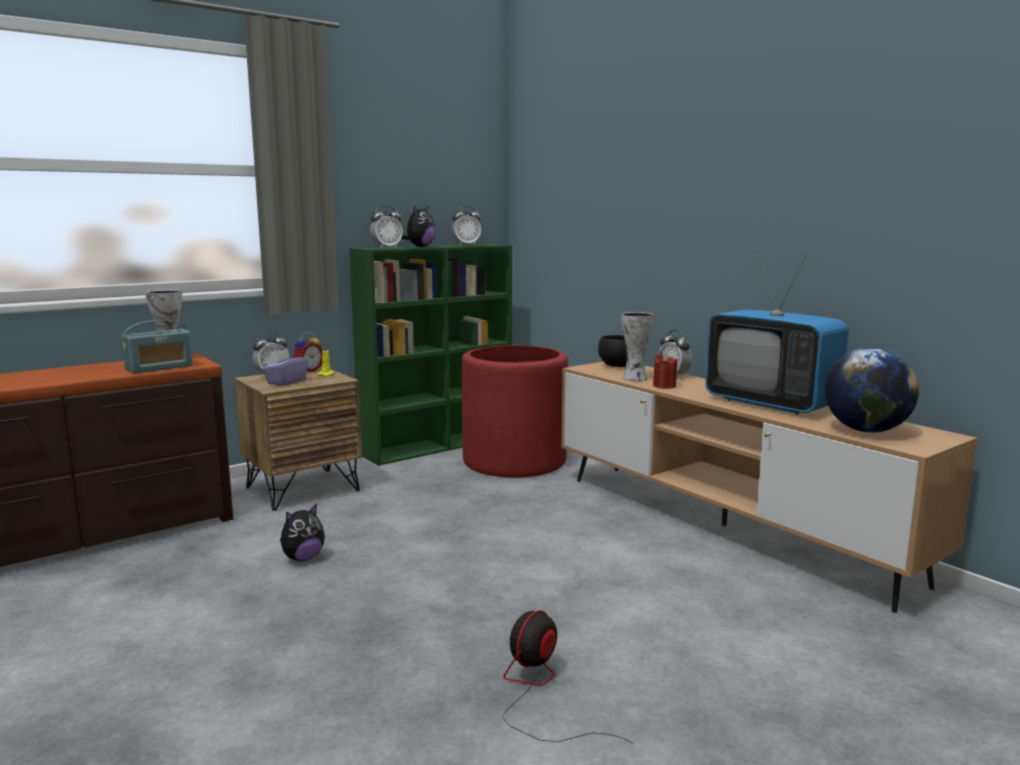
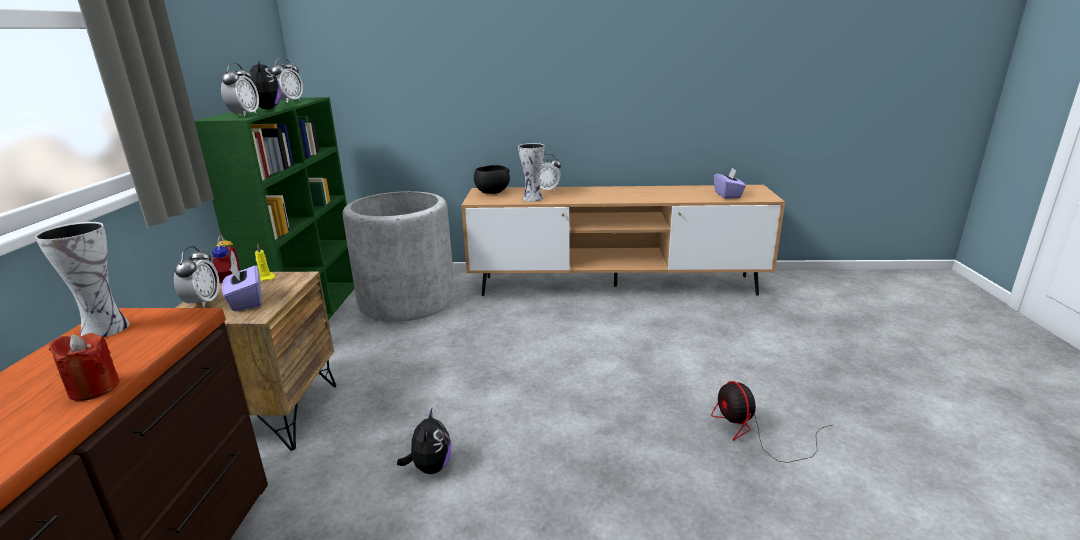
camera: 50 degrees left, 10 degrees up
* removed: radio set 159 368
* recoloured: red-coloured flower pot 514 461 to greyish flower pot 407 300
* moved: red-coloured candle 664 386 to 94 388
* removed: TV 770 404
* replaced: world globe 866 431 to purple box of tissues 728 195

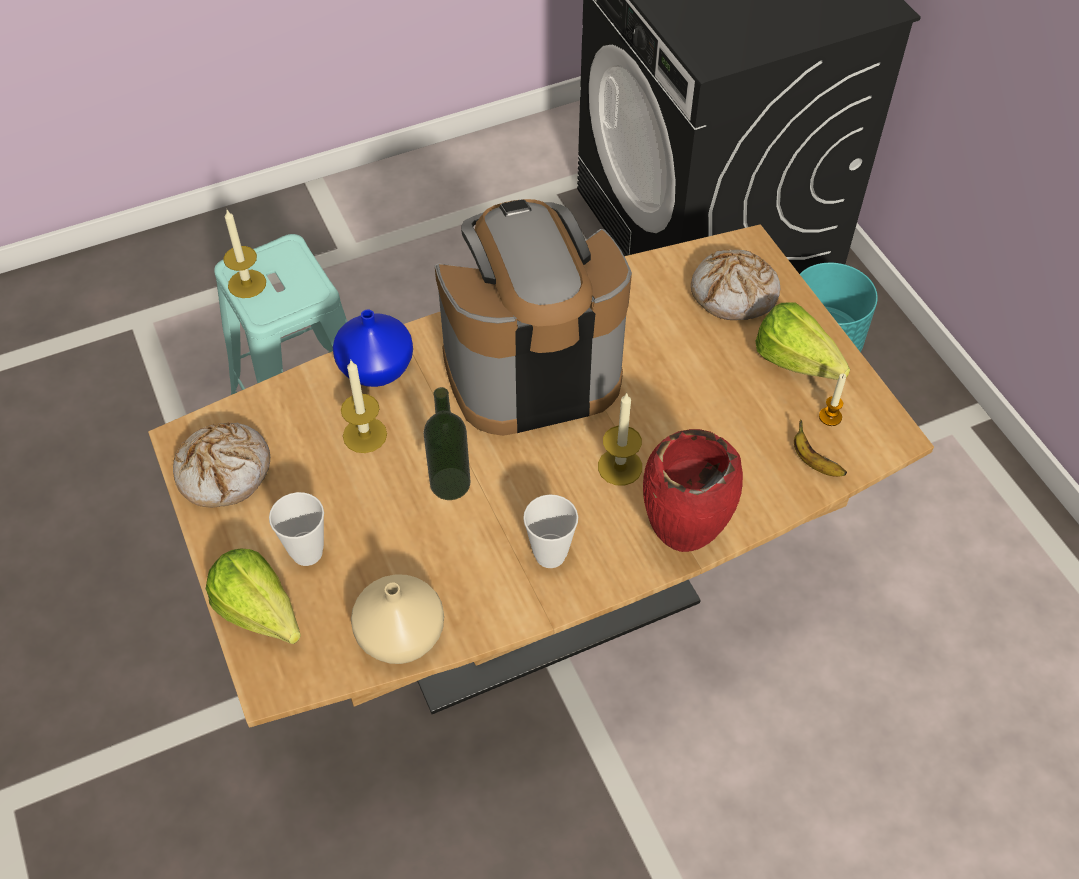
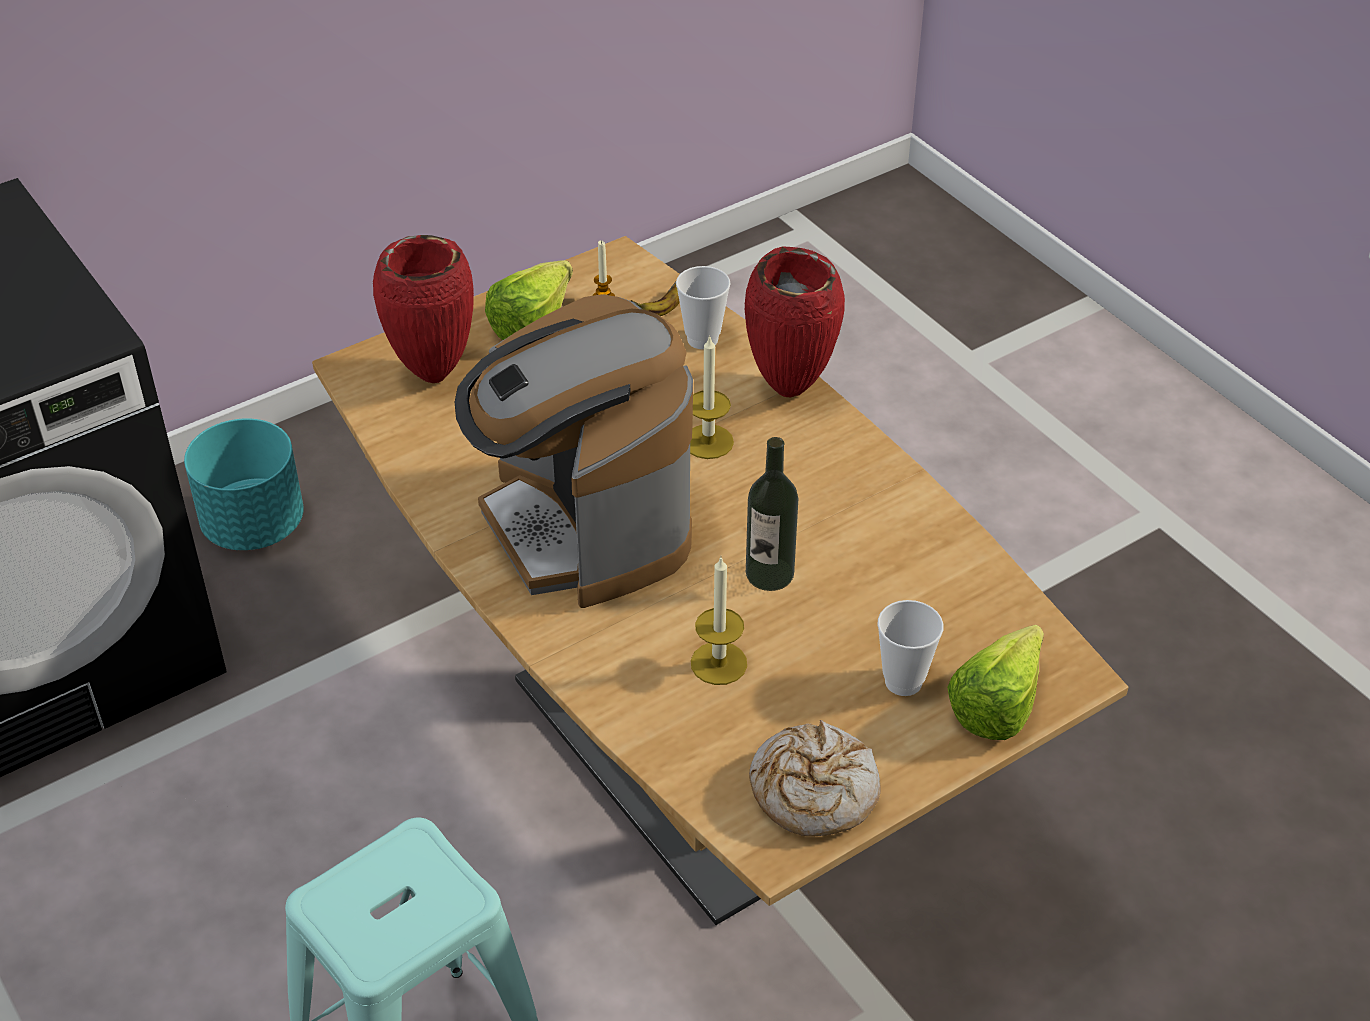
camera: 100 degrees left, 10 degrees down
* removed: candle 247 284
* removed: blue-coloured vase 374 368
* removed: beige vase 402 637
* moved: drinking cup 550 555 to 702 339
* replaced: bread 734 293 to red-coloured vase 433 374

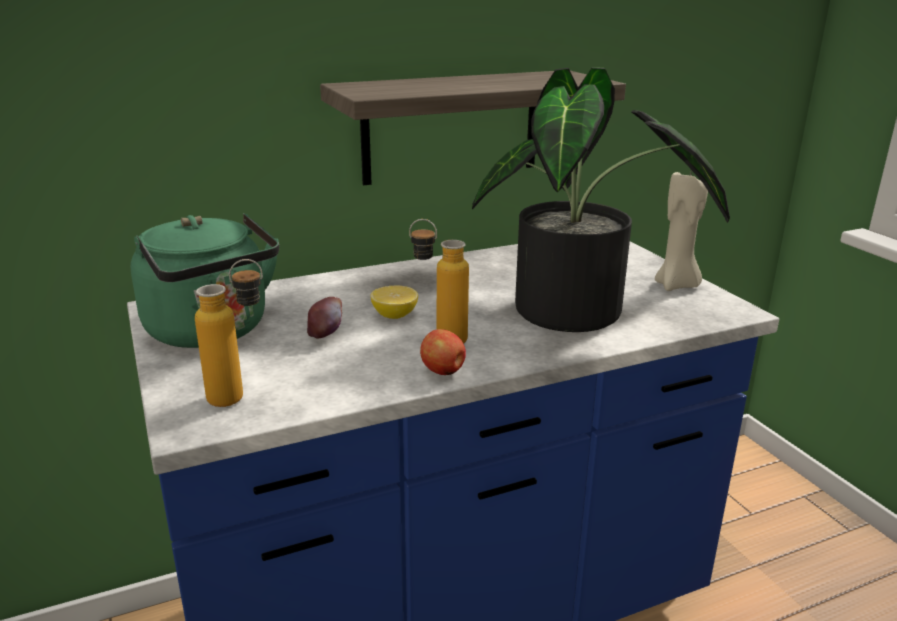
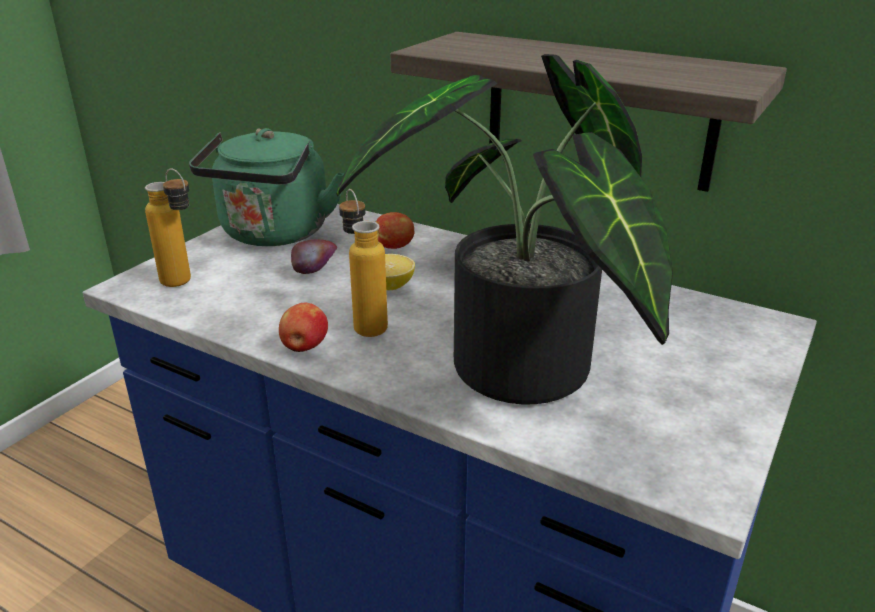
camera: 55 degrees right, 5 degrees up
* removed: beige candle 676 286
* added: whole apple 395 246

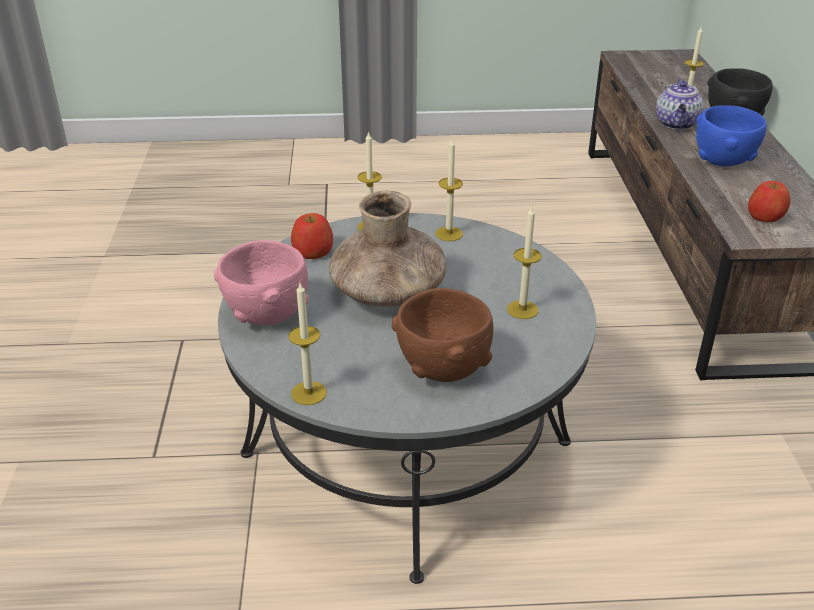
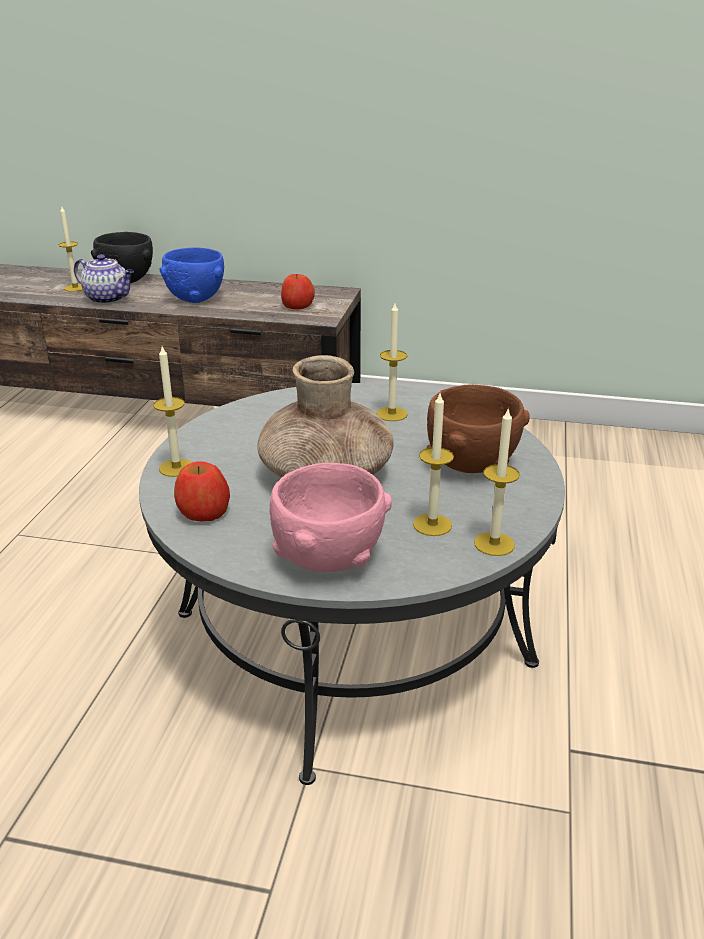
camera: 75 degrees left, 5 degrees down
* moved: candle 449 234 to 432 525

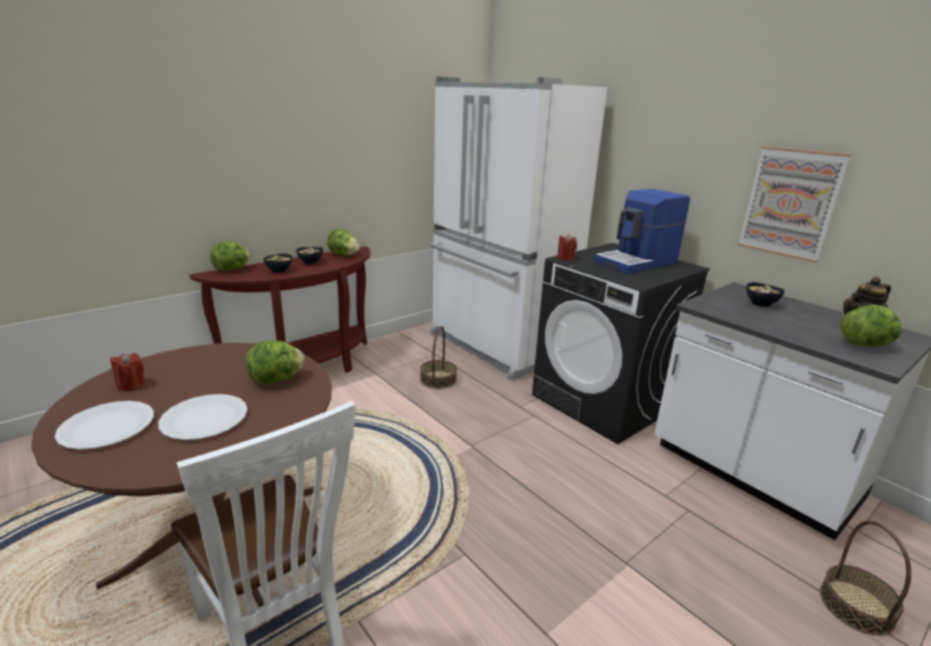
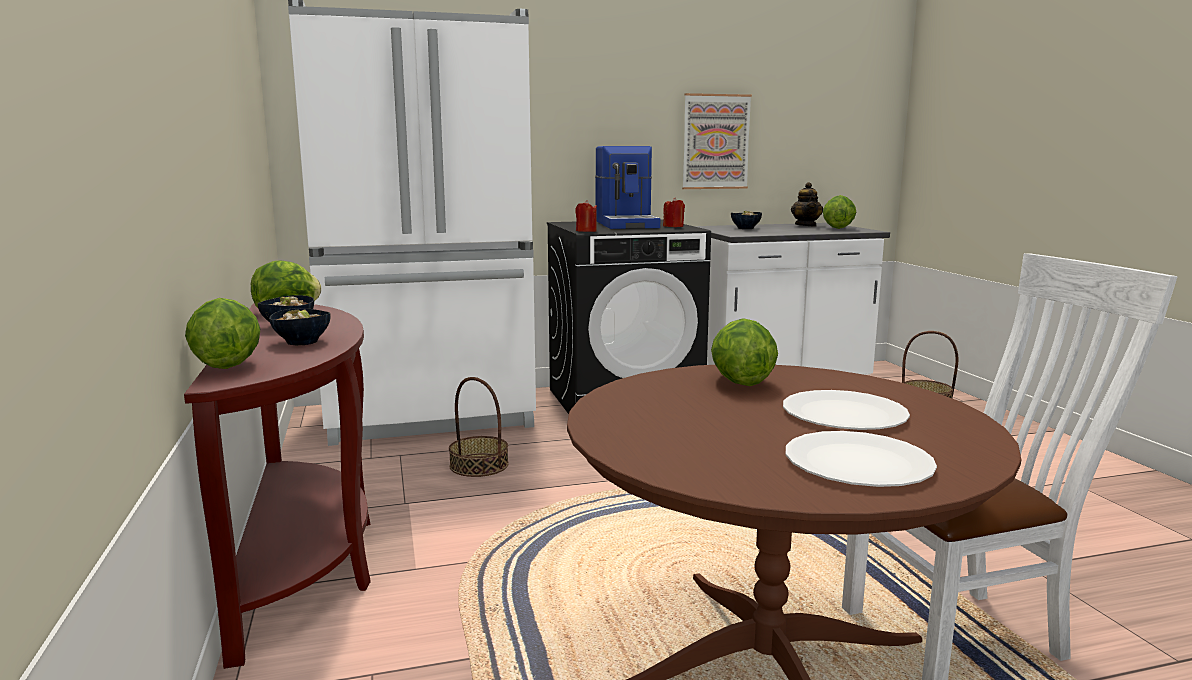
camera: 65 degrees left, 10 degrees down
* moved: red-coloured candle 131 385 to 673 226

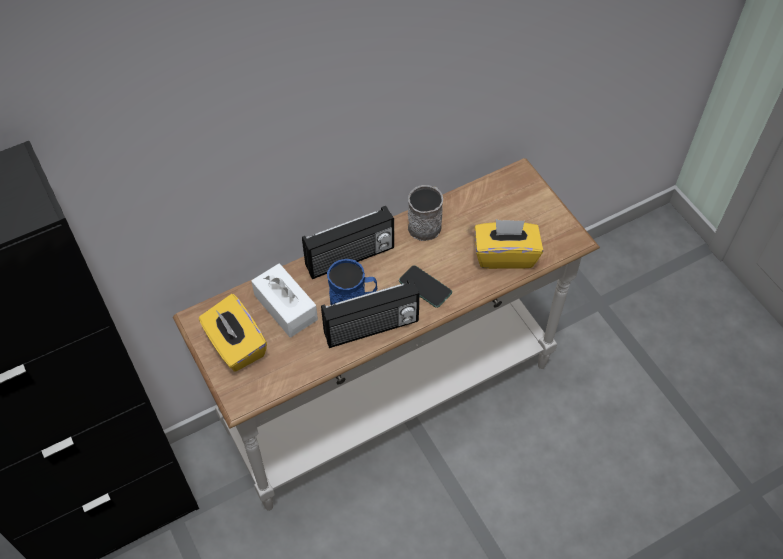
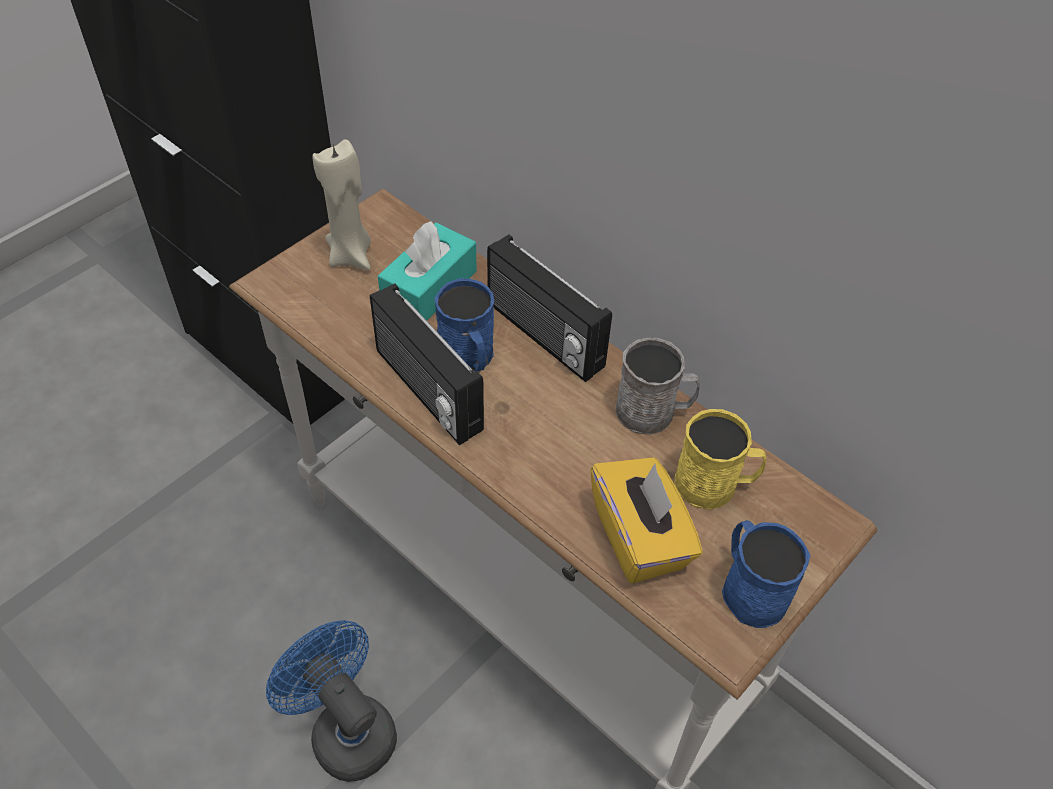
camera: 70 degrees right, 5 degrees down
* replaced: yellow box of tissues 235 345 to beige candle 351 255
* recoloured: white box of tissues 285 307 to turquoise-coloured box of tissues 429 288
* removed: telephone 425 287
* added: blue-coloured electric fan 345 729
* added: yellow tea mug 714 484
* added: blue-coloured tea mug 749 588

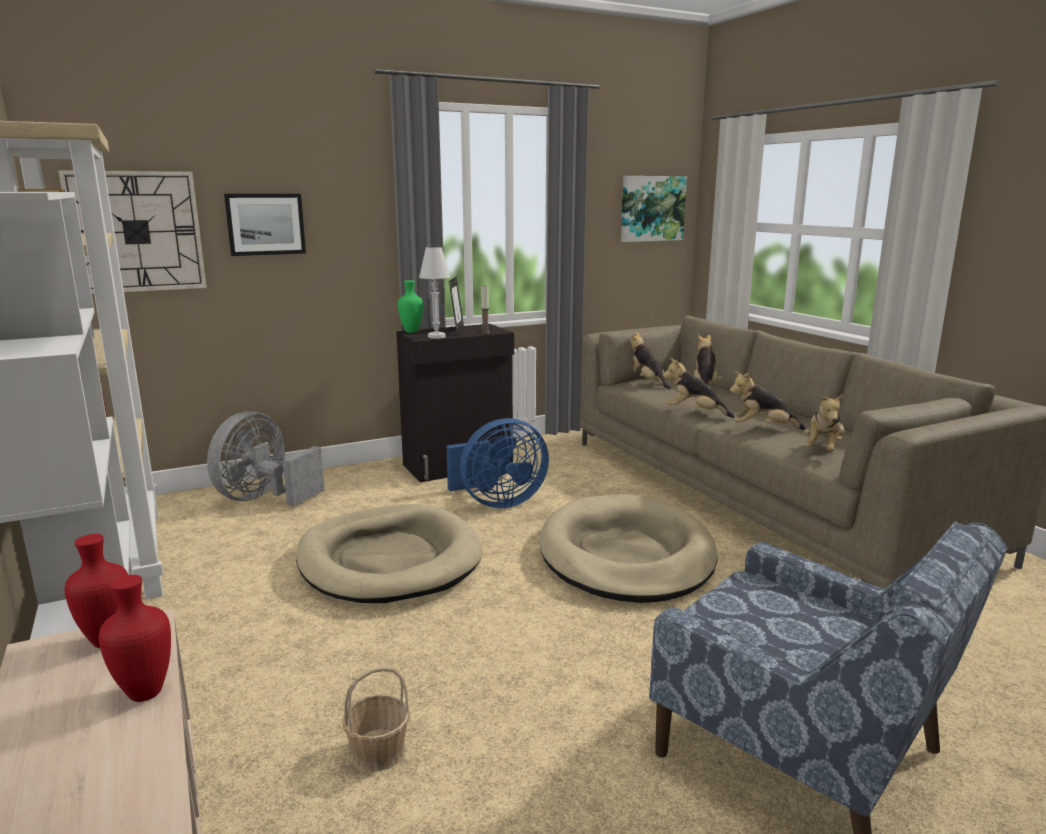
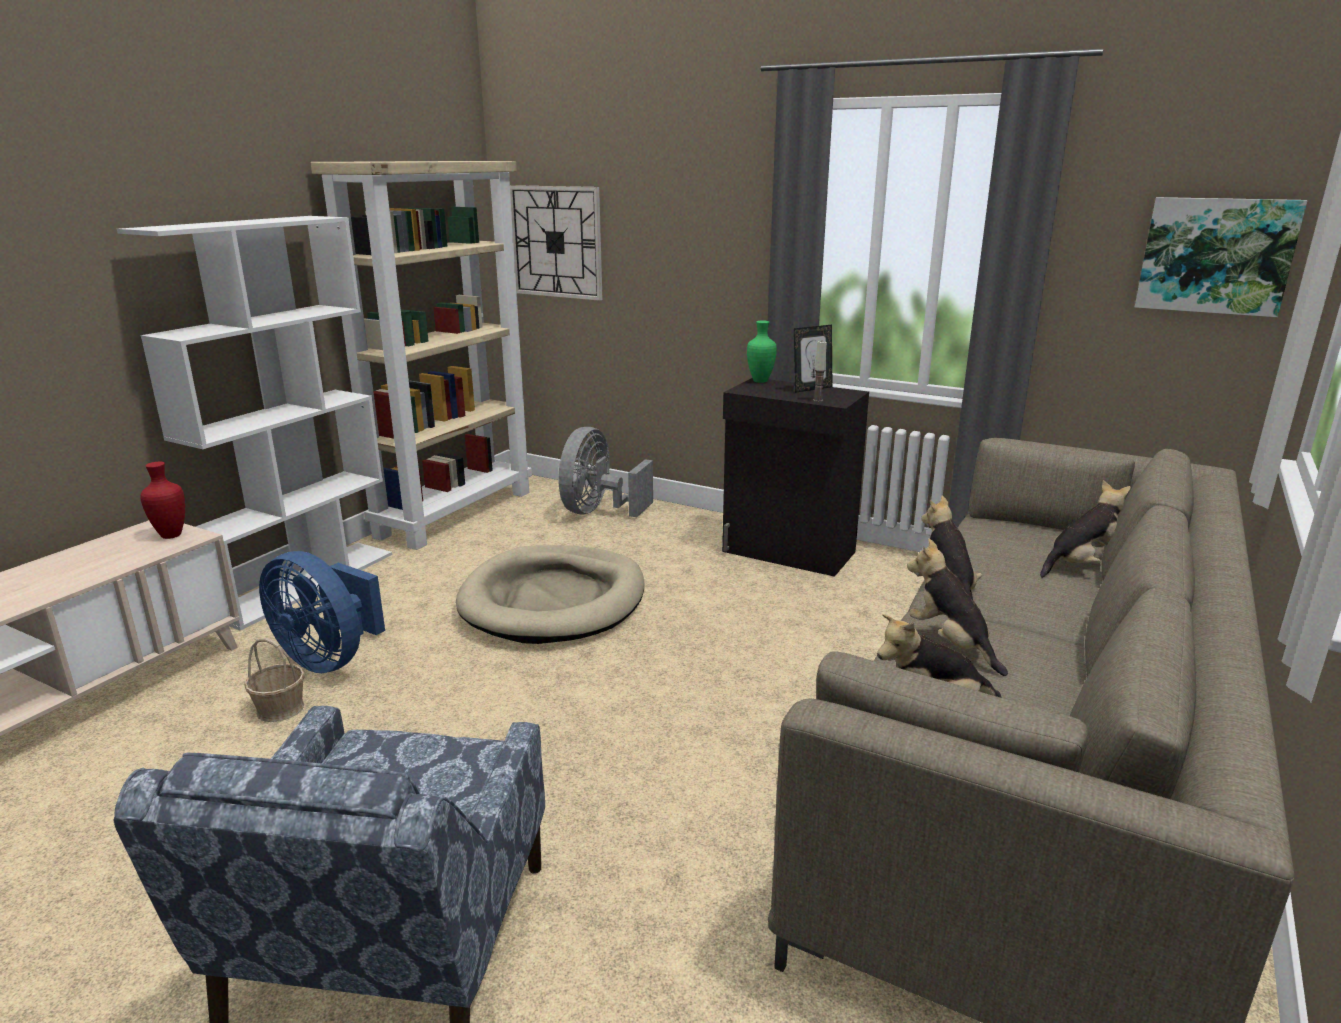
camera: 55 degrees right, 5 degrees up
* removed: red-coloured vase 143 694
* turned: greyish electric fan 264 498 = 598 511 60 degrees counterclockwise
* removed: wall picture 265 224
* removed: white table lamp 436 336
* moved: blue-coloured electric fan 497 502 to 329 658
* removed: beige dog cushion 626 555
* removed: cuddly toy 647 382

